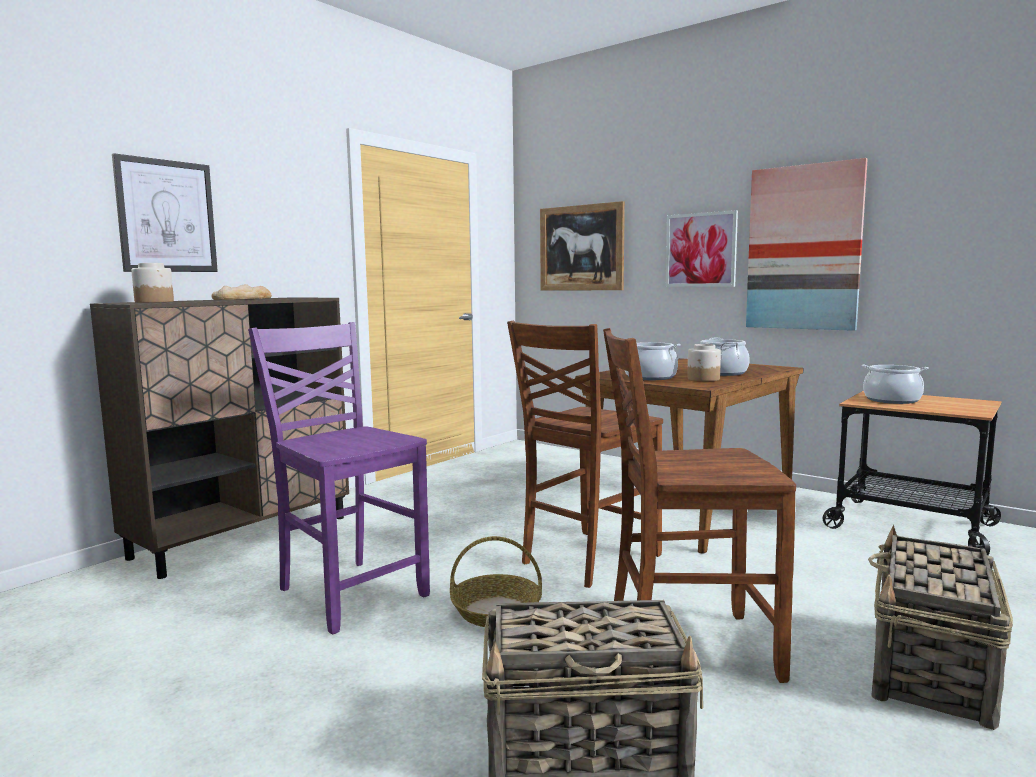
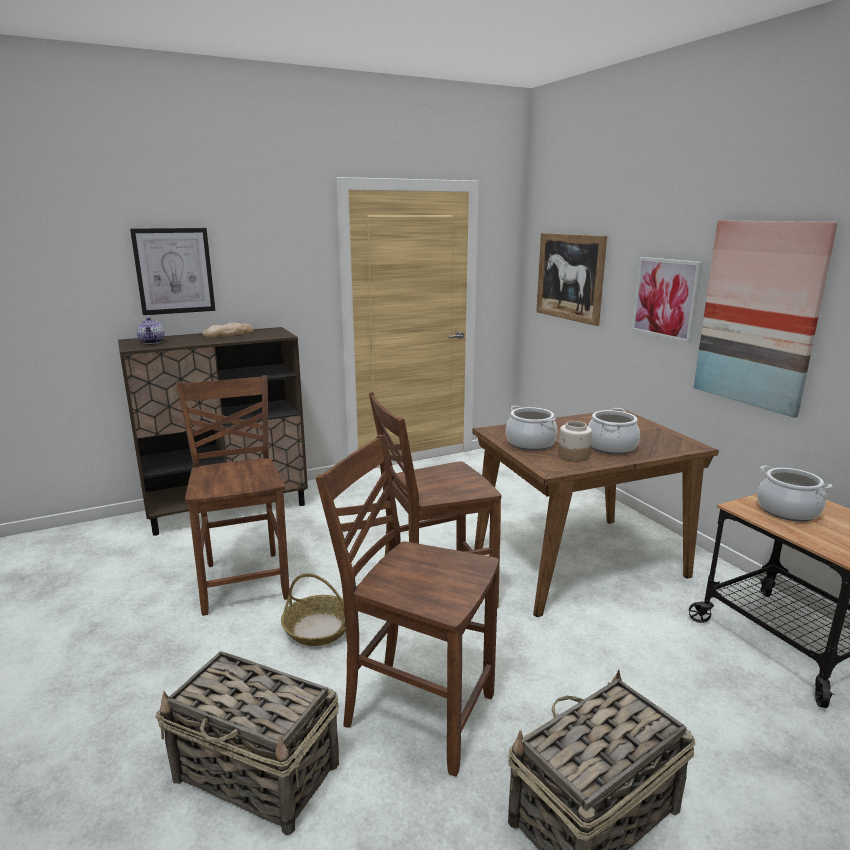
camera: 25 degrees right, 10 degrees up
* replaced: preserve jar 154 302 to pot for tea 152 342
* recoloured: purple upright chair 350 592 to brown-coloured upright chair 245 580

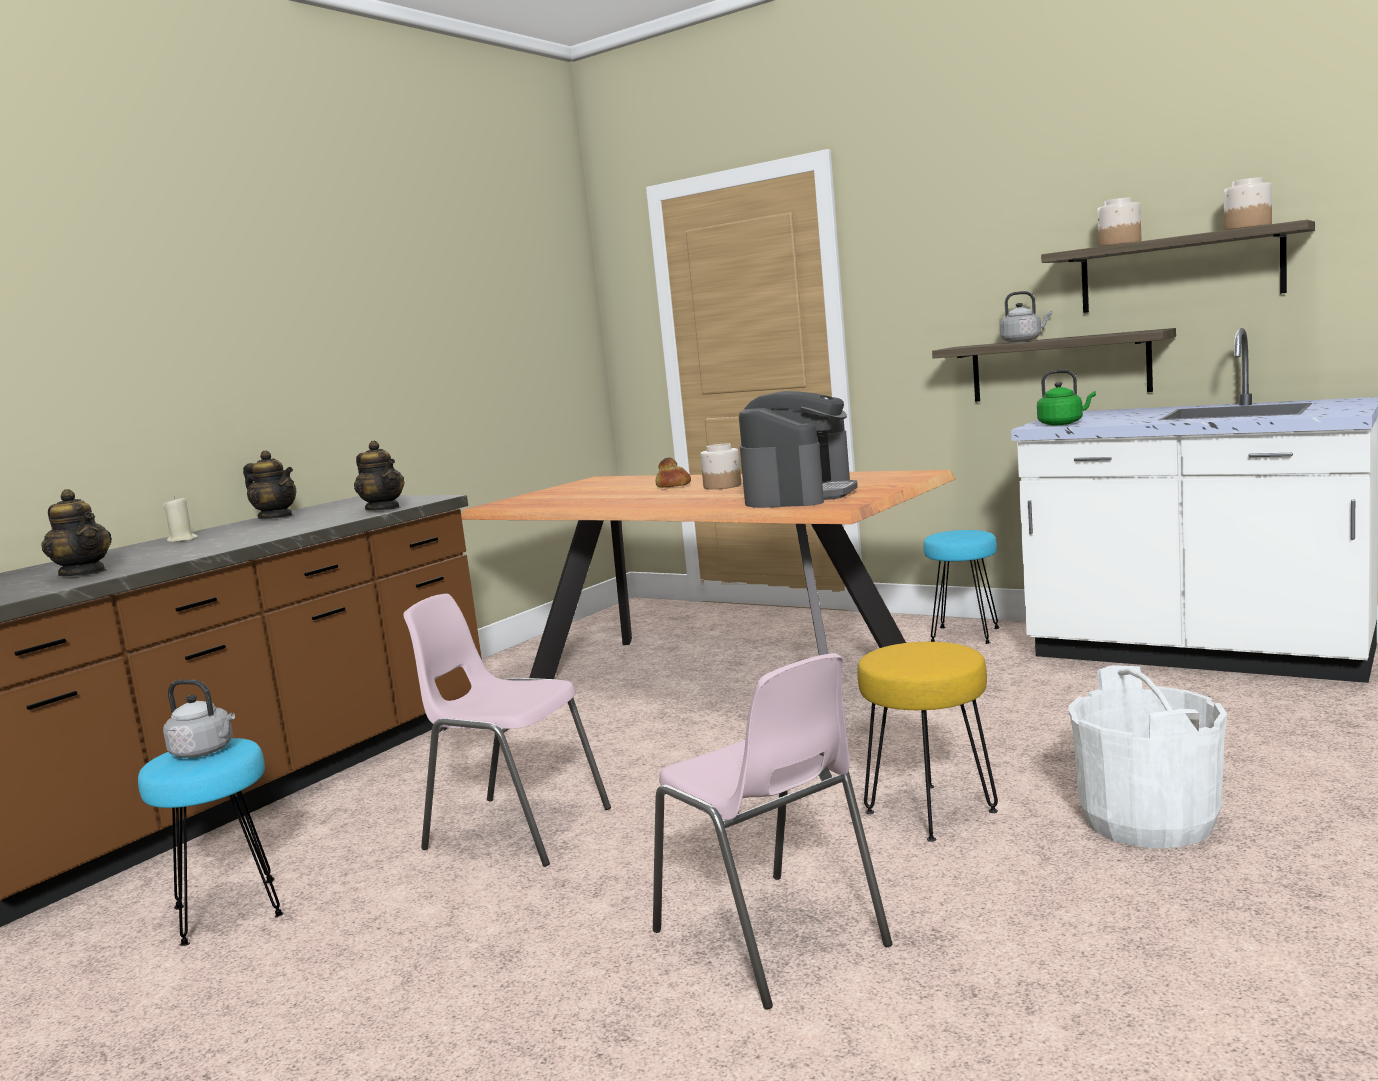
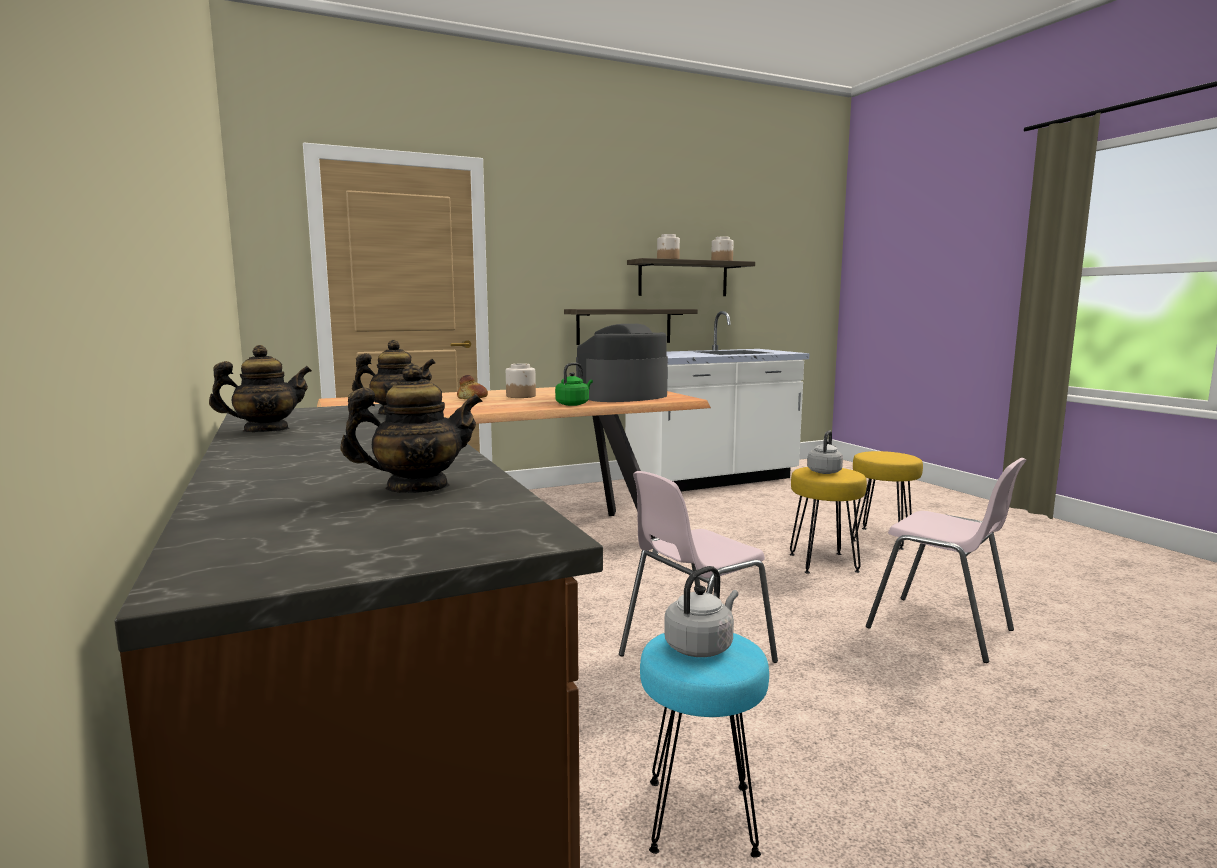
camera: 60 degrees left, 0 degrees up
* removed: beige candle 182 540
* turned: pinkish upright chair 771 939 = 941 629 45 degrees clockwise
* turned: coffee maker 800 495 = 622 396 90 degrees counterclockwise
* removed: turquoise-coloured stool seat 965 635
* moved: greyish kettle 1023 341 to 825 471
* moved: green kettle 1063 423 to 573 404
* replaced: white water bucket 1149 821 to yellow stool seat 882 538

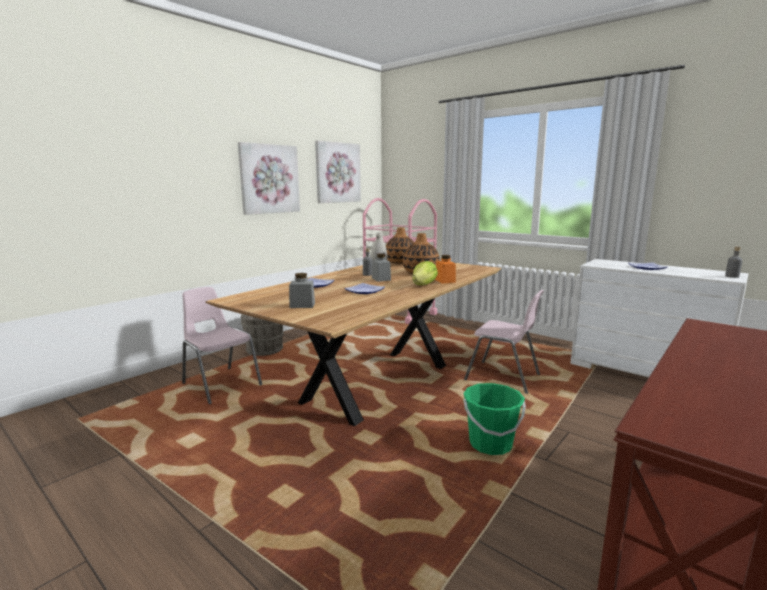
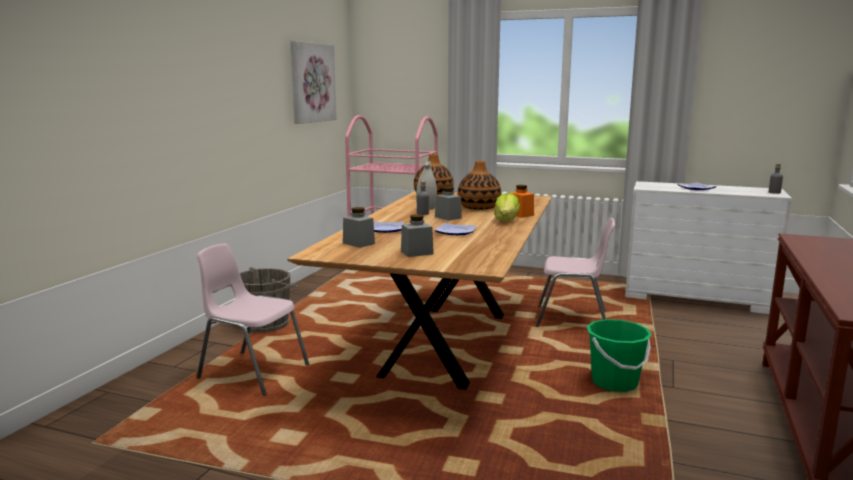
camera: 20 degrees left, 0 degrees up
* removed: wall picture 269 179
* added: greyish preserve jar 358 243

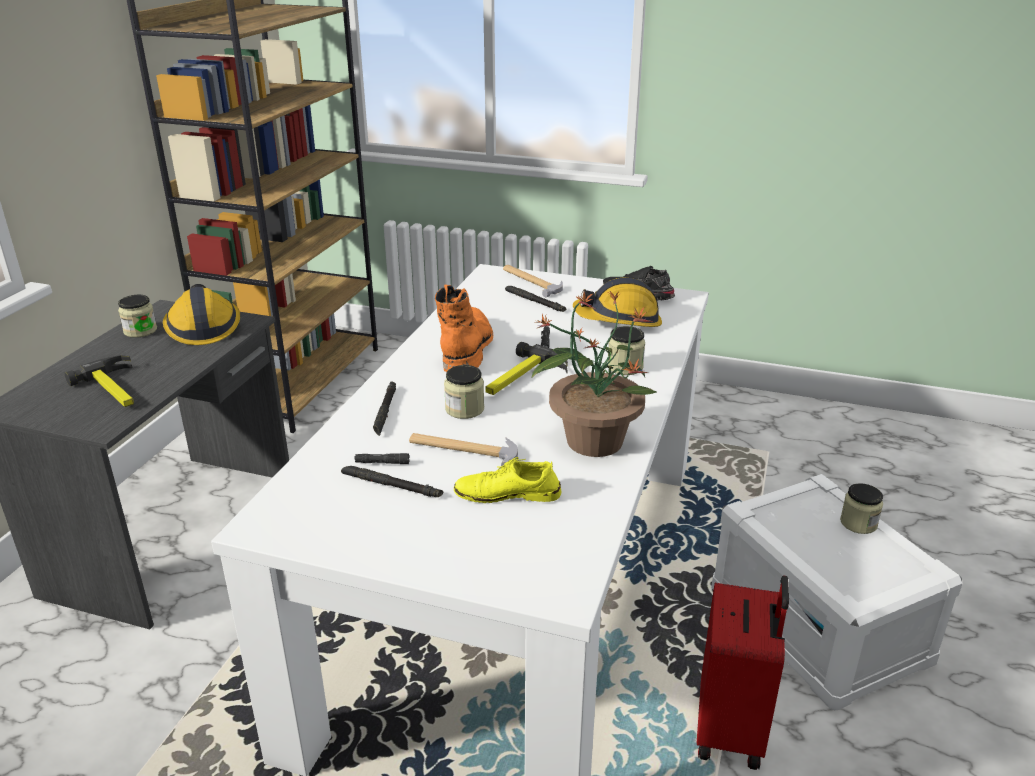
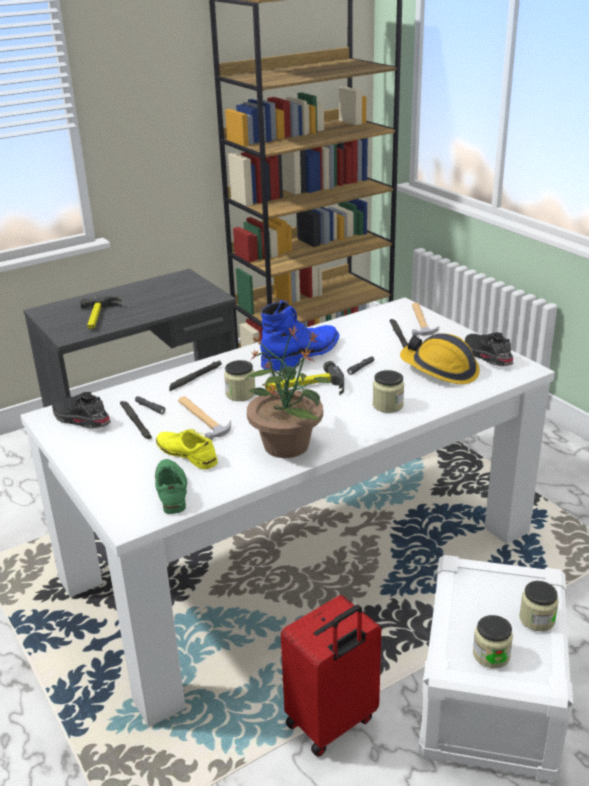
camera: 40 degrees right, 0 degrees up
* moved: preserve jar 140 331 to 491 655
* removed: hard hat 203 327
* recoloured: orange-coloured high-top boot 466 348 to blue-coloured high-top boot 302 355
* added: black-coloured item of footwear 80 419
* added: green item of footwear 171 490

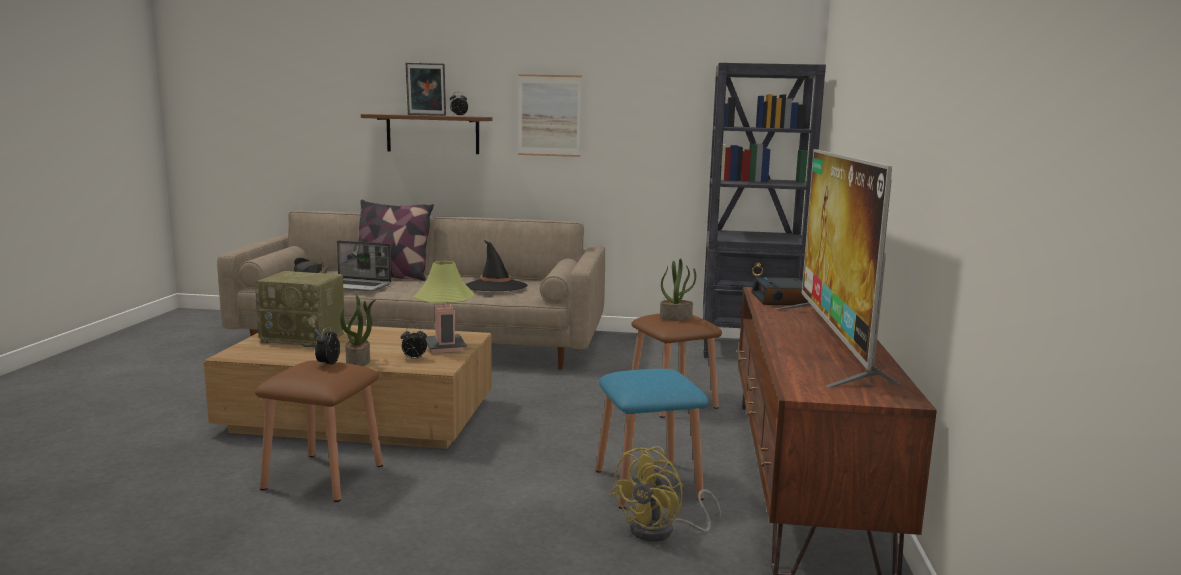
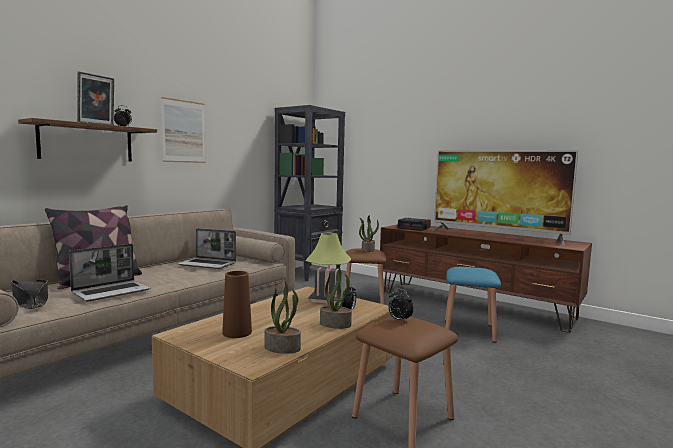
camera: 60 degrees left, 5 degrees down
* replaced: radio set 305 338 to brown-coloured vase 237 332
* replaced: black-coloured clothing hat 495 286 to laptop 208 264
* removed: yellow electric fan 661 531
* added: potted plant 283 348

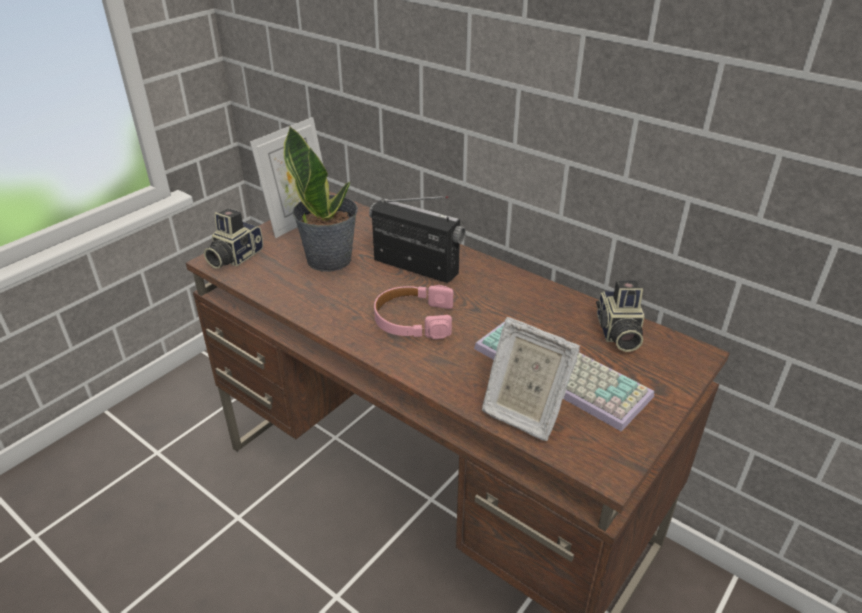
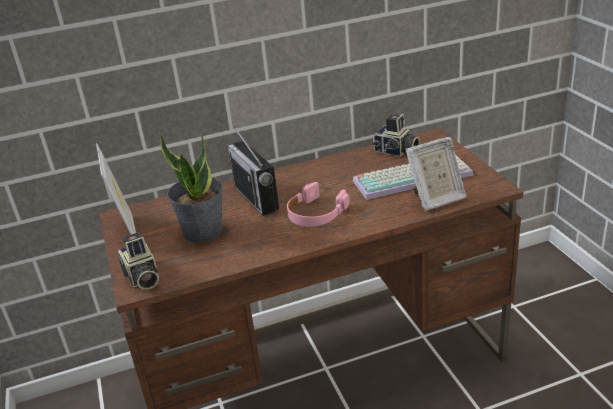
camera: 55 degrees left, 5 degrees down
* turned: radio set 415 267 = 256 198 90 degrees counterclockwise

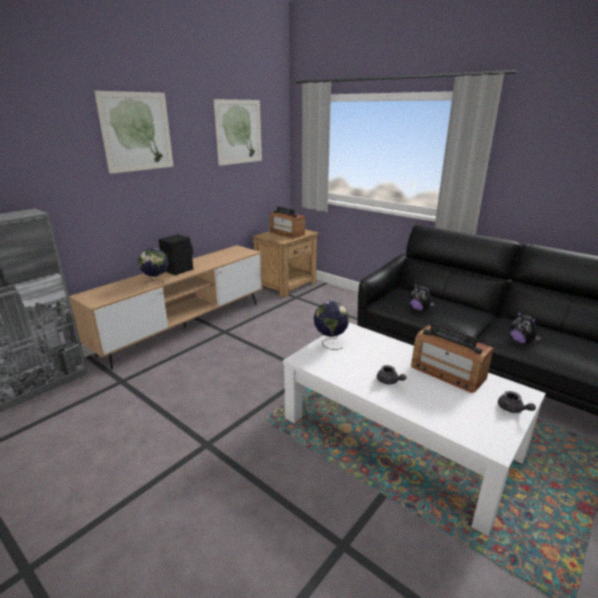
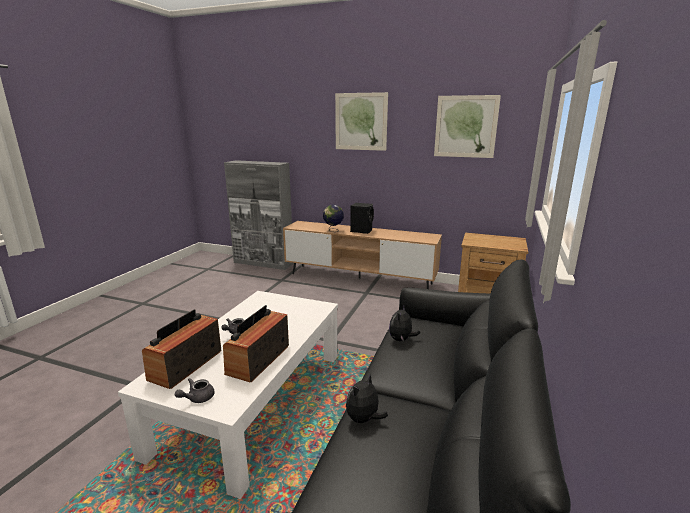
camera: 70 degrees right, 5 degrees down
* moved: radio set 286 233 to 186 365
* removed: world globe 330 342

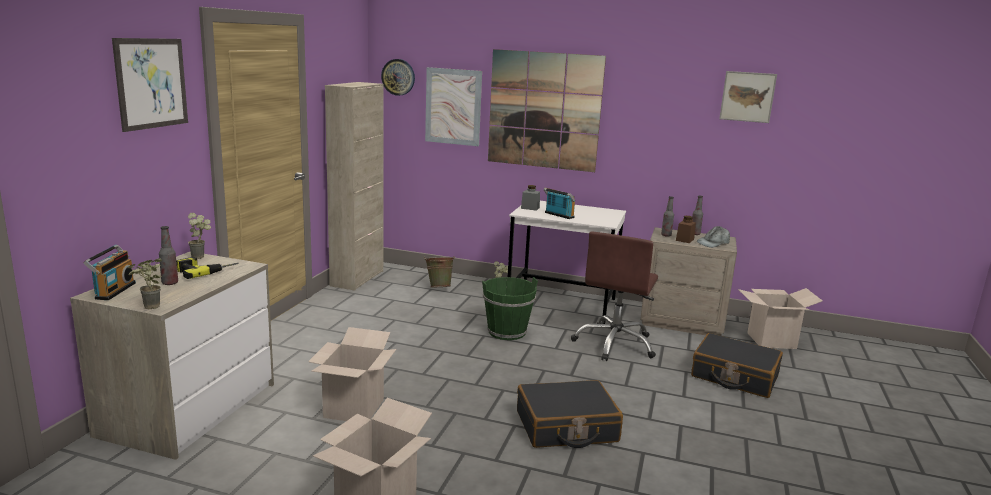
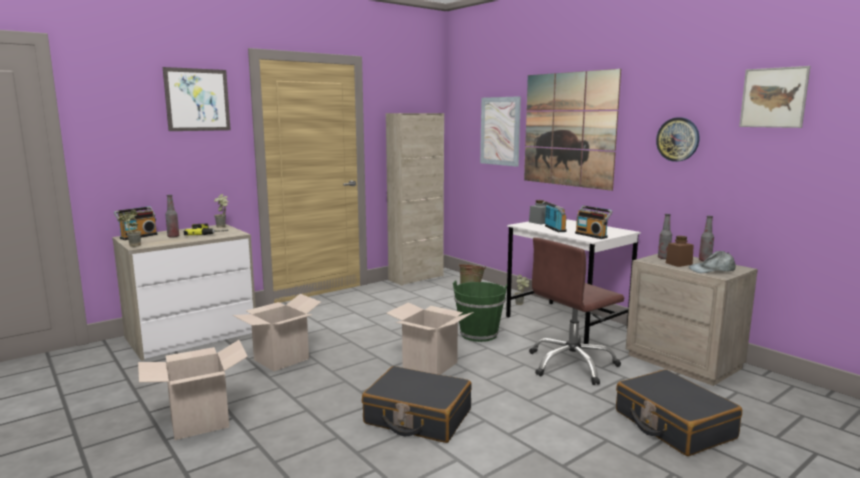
camera: 35 degrees right, 5 degrees down
* moved: clock on the wall 398 77 to 678 139
* moved: packing box 771 340 to 430 365
* added: radio set 592 235

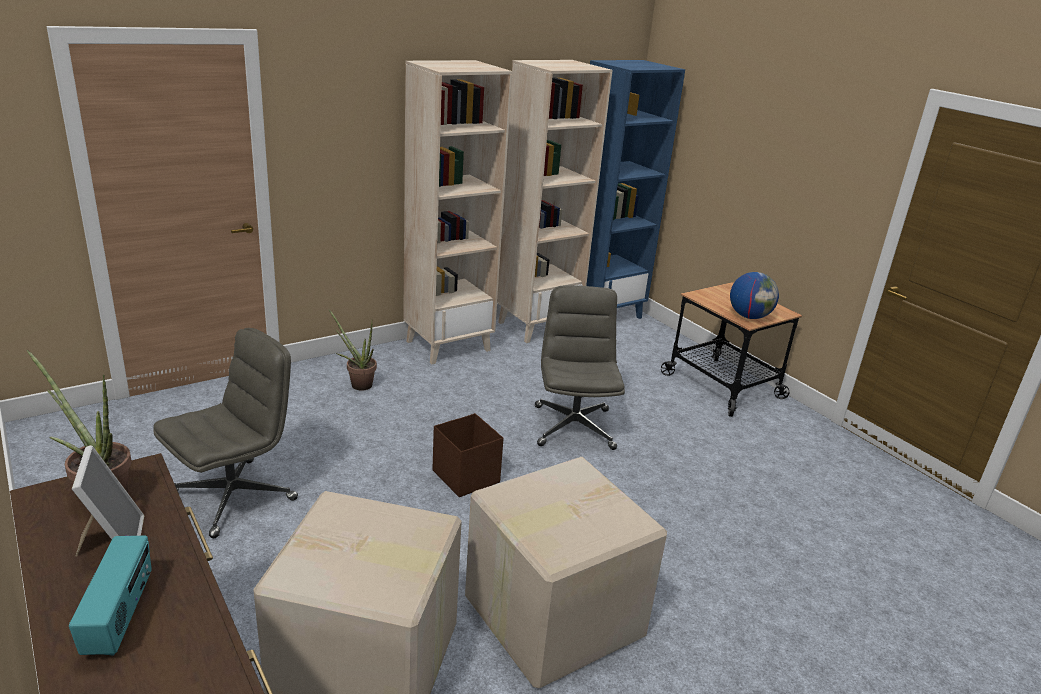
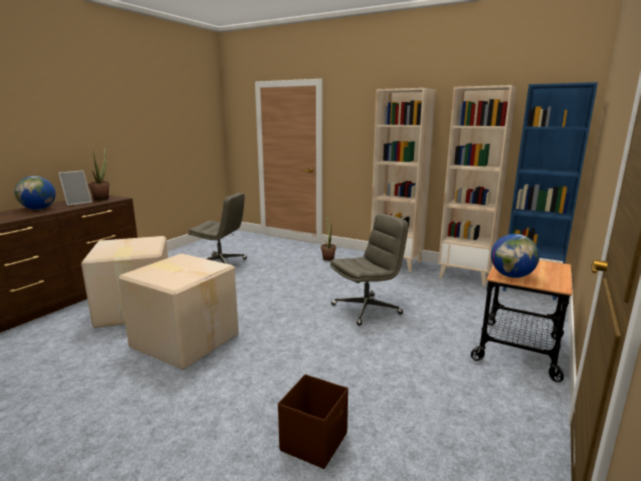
camera: 65 degrees right, 10 degrees down
* replaced: radio set 120 616 to world globe 39 209
* moved: brown-coloured storage bin 465 476 to 315 441

